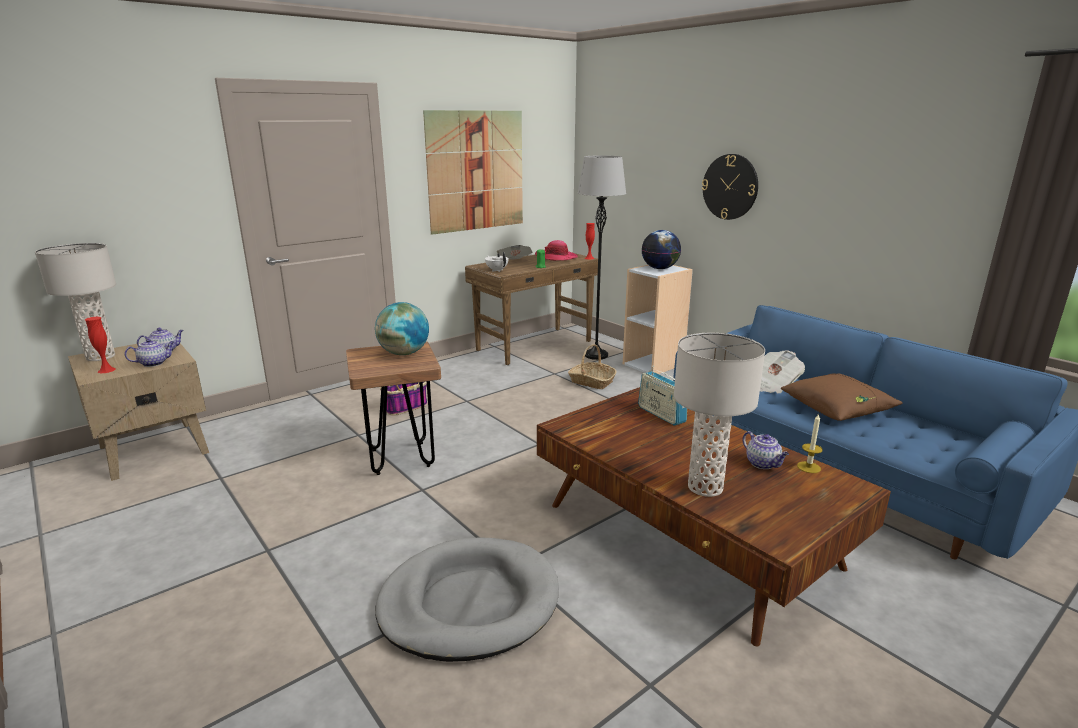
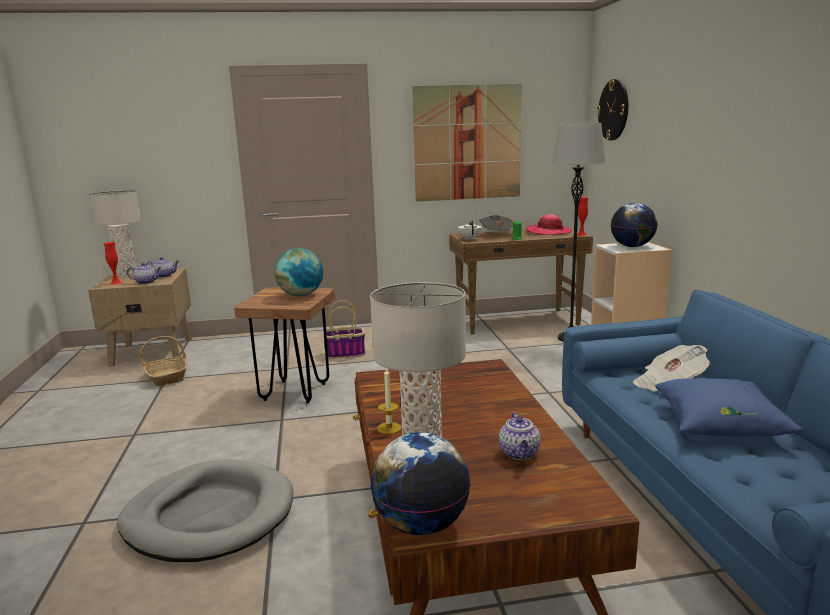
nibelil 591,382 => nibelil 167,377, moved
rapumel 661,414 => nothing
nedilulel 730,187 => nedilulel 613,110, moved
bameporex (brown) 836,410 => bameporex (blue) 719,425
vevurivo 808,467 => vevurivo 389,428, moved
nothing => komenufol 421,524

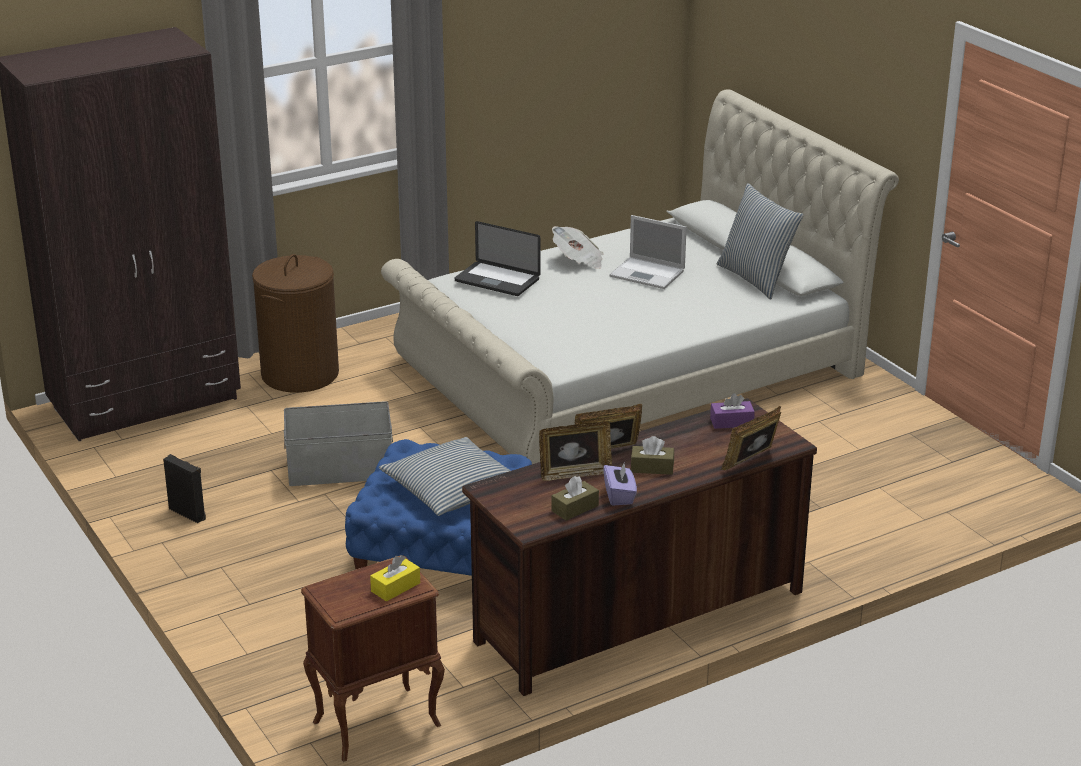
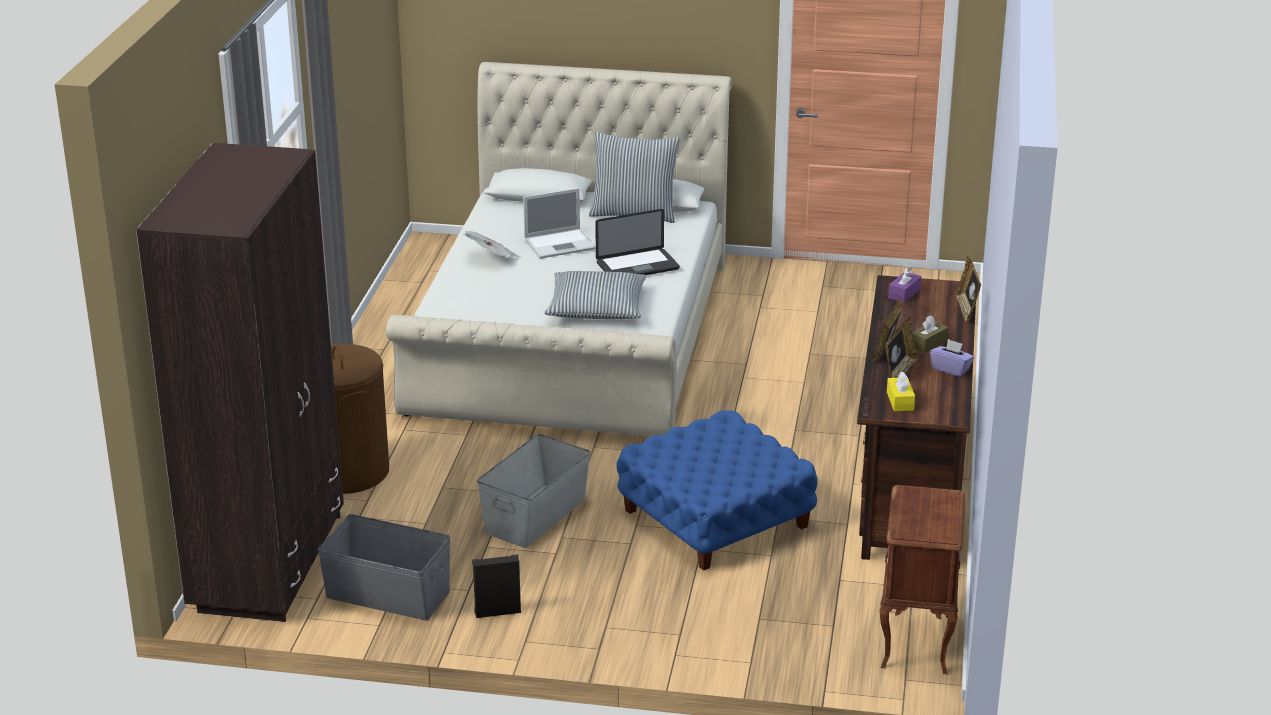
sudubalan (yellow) 395,587 => sudubalan (yellow) 900,401, moved
bameporex 453,489 => bameporex 596,308, moved
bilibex 497,280 => bilibex 637,266, moved
sudubalan (brown) 575,508 => nothing
nothing => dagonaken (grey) 387,594

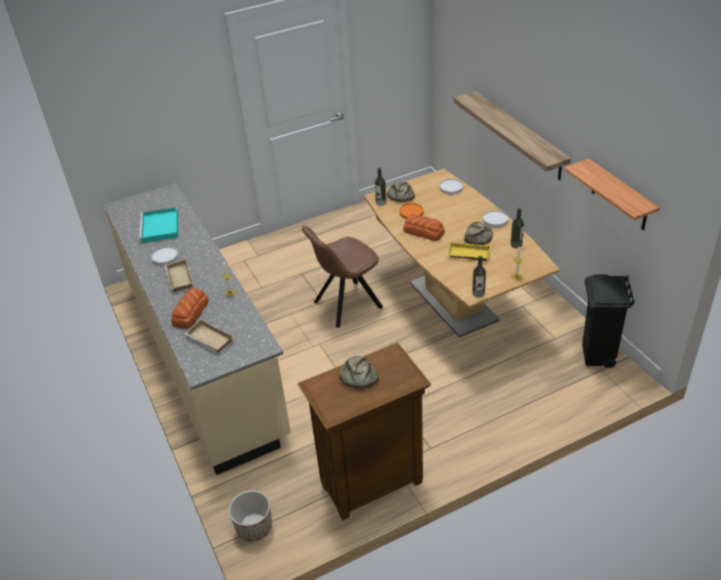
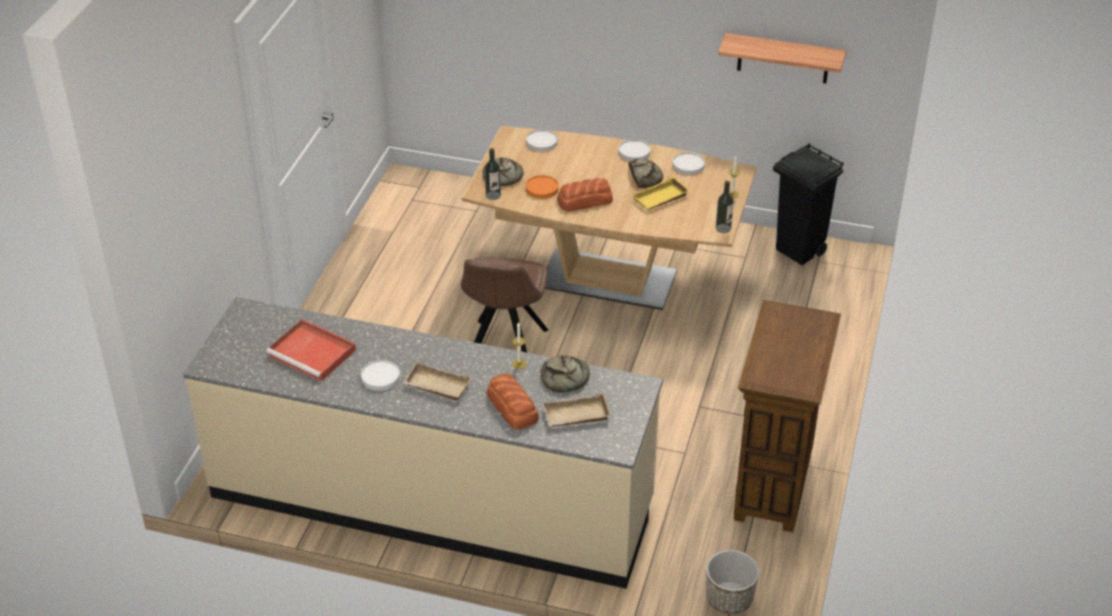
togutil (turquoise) 160,227 => togutil (red) 313,353
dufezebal 358,377 => dufezebal 565,379, moved
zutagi 519,135 => nothing
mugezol 516,244 => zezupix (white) 688,165

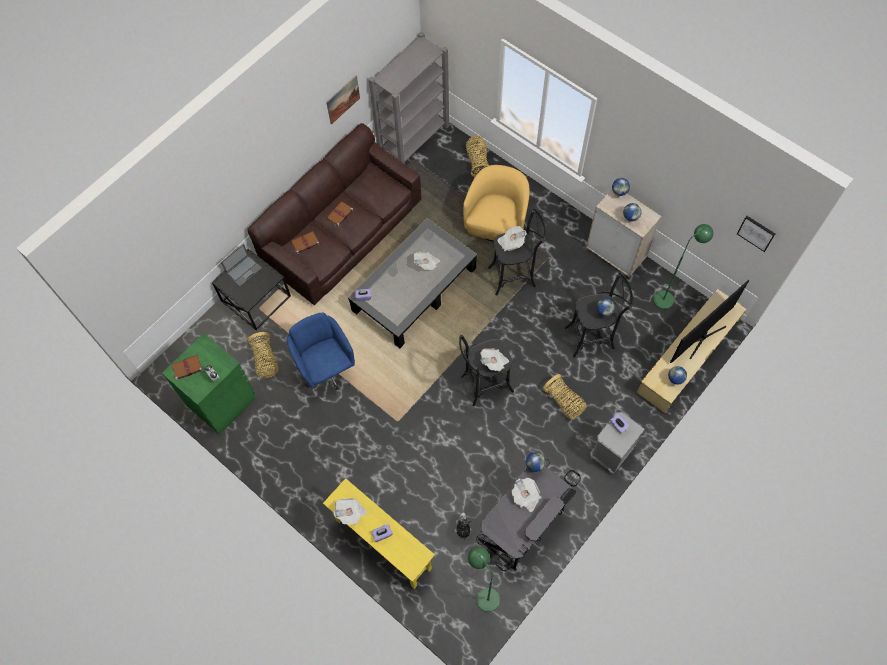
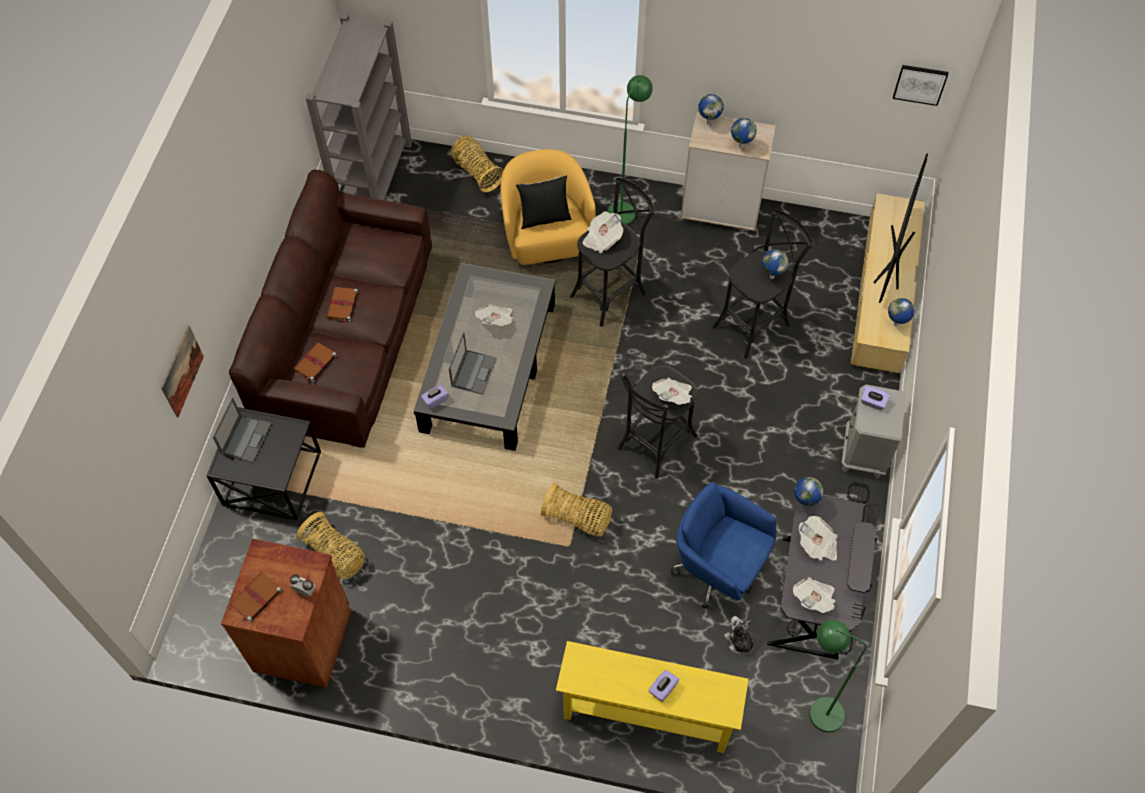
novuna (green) 221,401 => novuna (brown) 301,640
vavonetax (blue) 327,370 => vavonetax (blue) 717,572, moved
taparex 343,99 => taparex 182,371, moved
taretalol 351,513 => taretalol 814,599, moved
nibelil 564,402 => nibelil 578,518, moved
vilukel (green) 668,297 => vilukel (green) 625,208, moved
nothing => bilibex 473,371
nothing => bameporex (black) 544,217

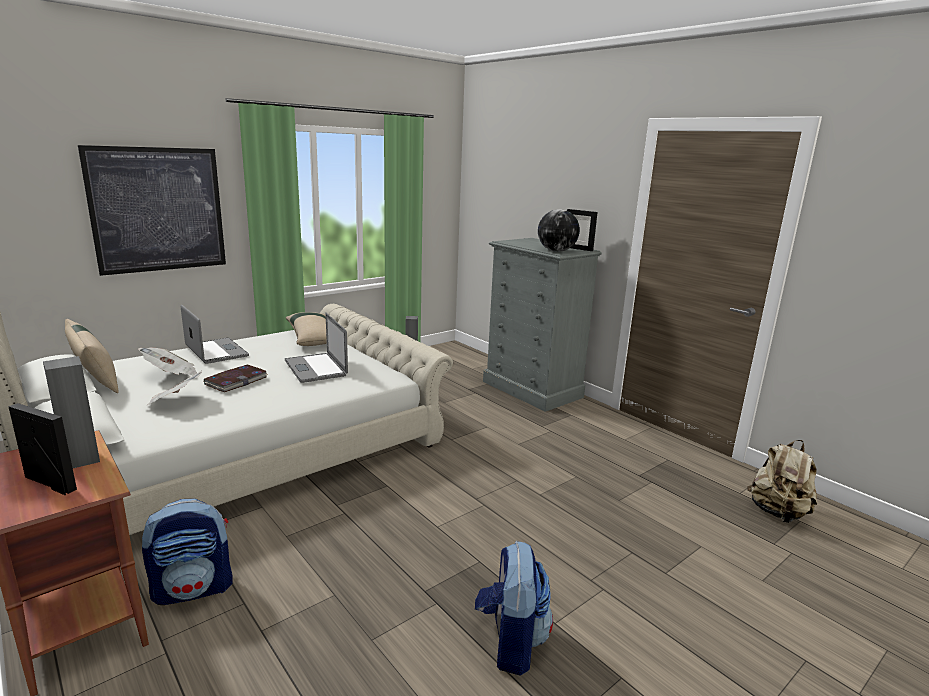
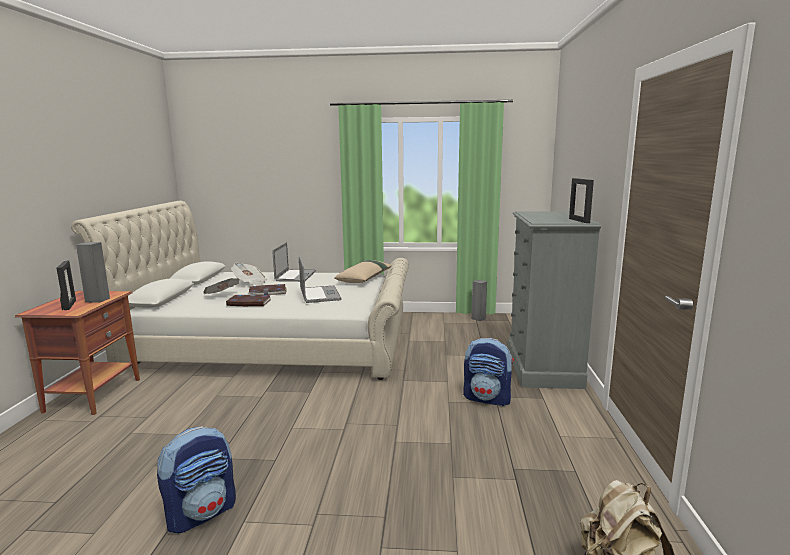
bameporex (beige) 95,378 => nothing
taparex 158,210 => nothing
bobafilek 194,588 => bobafilek 487,398, moved
bilibex 315,368 => bilibex 320,294, 150 degrees clockwise
komenufol 556,251 => nothing
nothing => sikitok 248,303

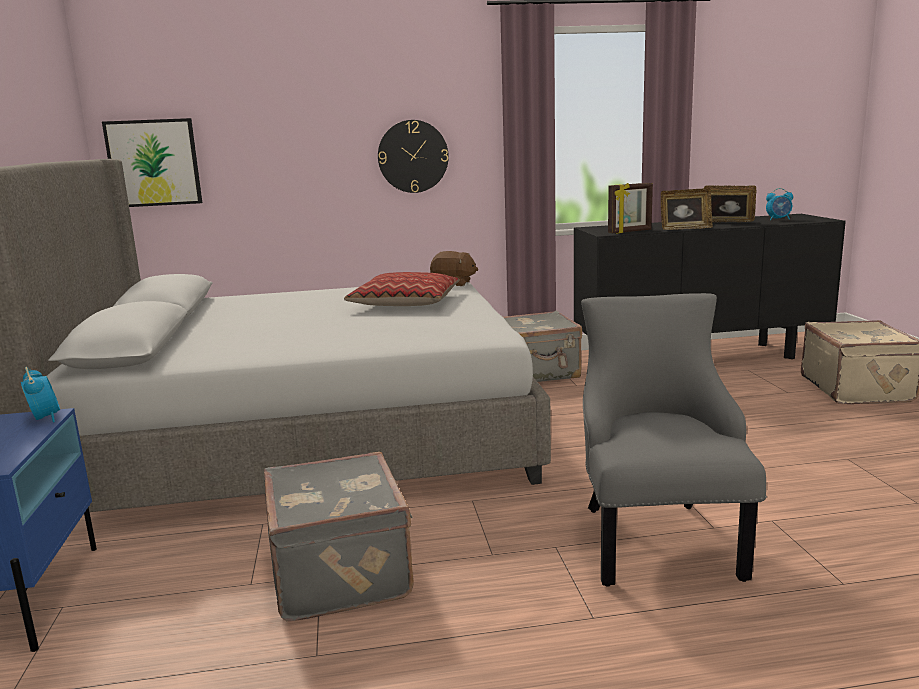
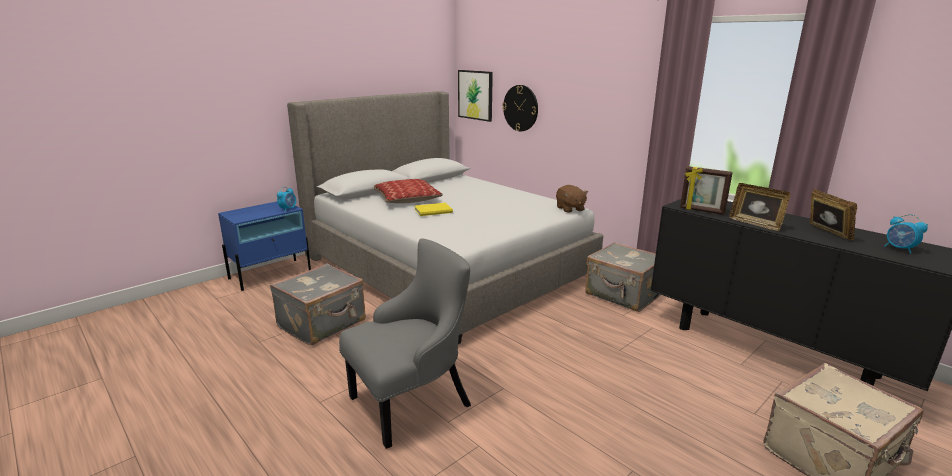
bameporex 405,303 => bameporex 407,199, moved
nedilulel 413,156 => nedilulel 520,108, moved
nothing => sikitok (yellow) 432,210

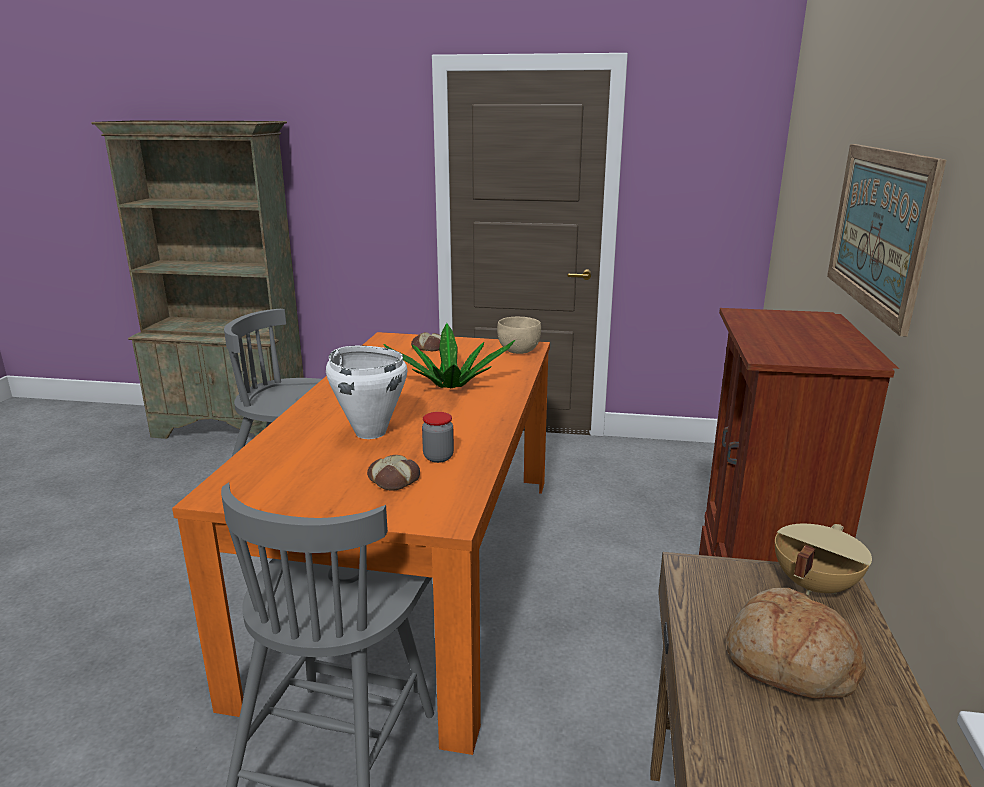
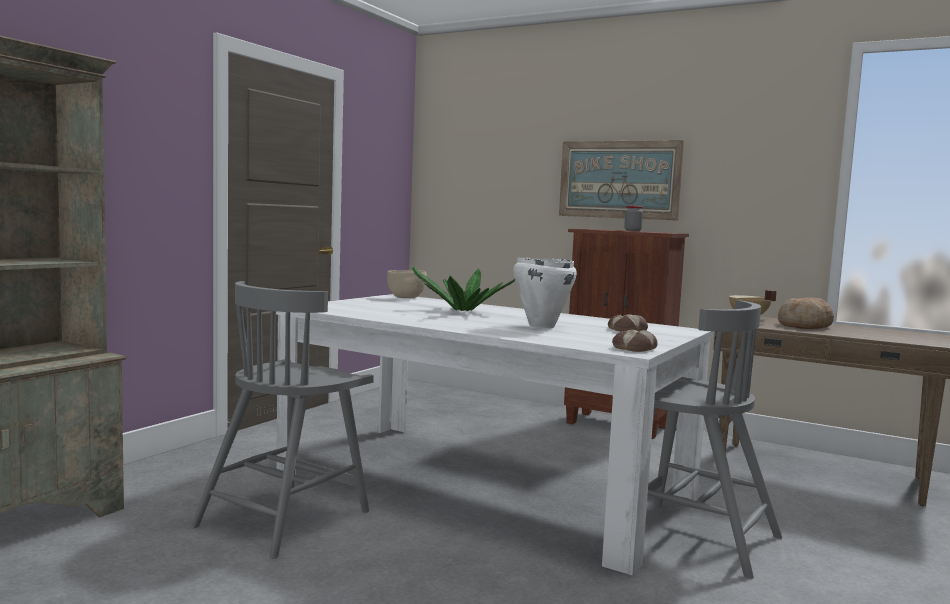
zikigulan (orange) 417,571 => zikigulan (white) 482,484
dufezebal 429,347 => dufezebal 633,348, moved
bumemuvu 438,457 => bumemuvu 632,231, moved

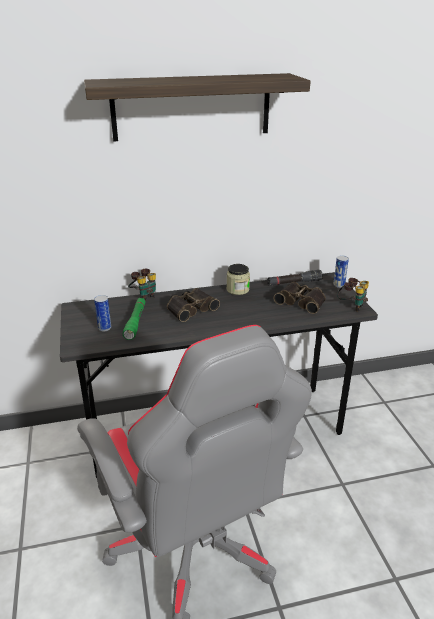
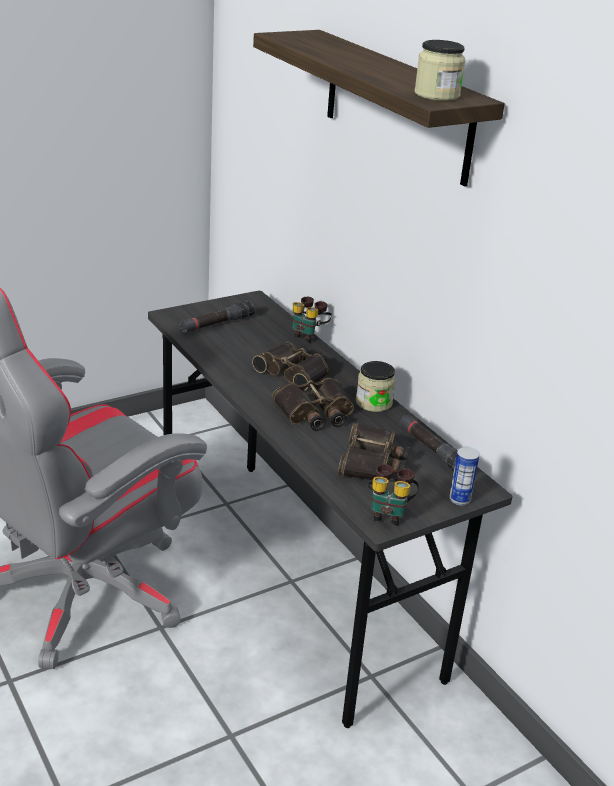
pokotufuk 104,328 => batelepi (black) 217,324
batelepi (green) 135,322 => nothing
nothing => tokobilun 315,413
nothing => bumemuvu 437,95

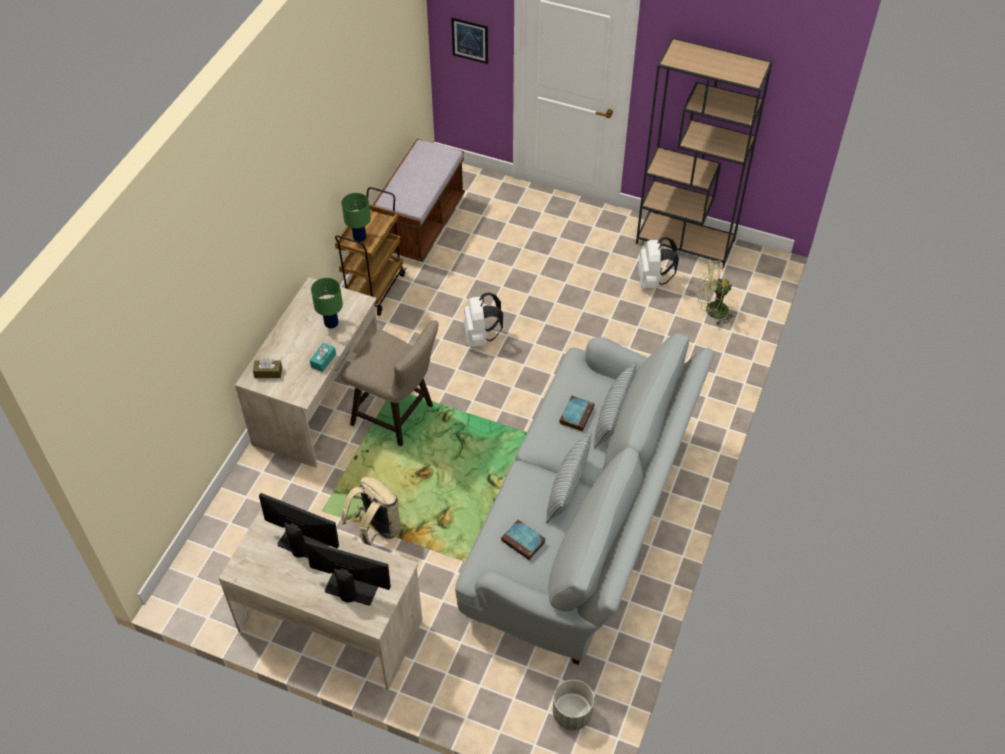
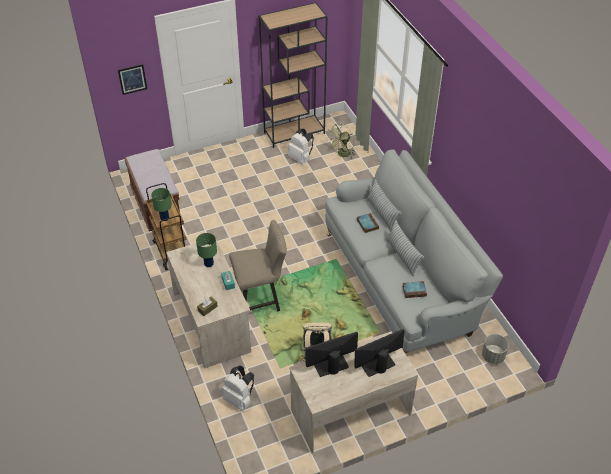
bobafilek (white) 481,337 => bobafilek (white) 239,399, moved

